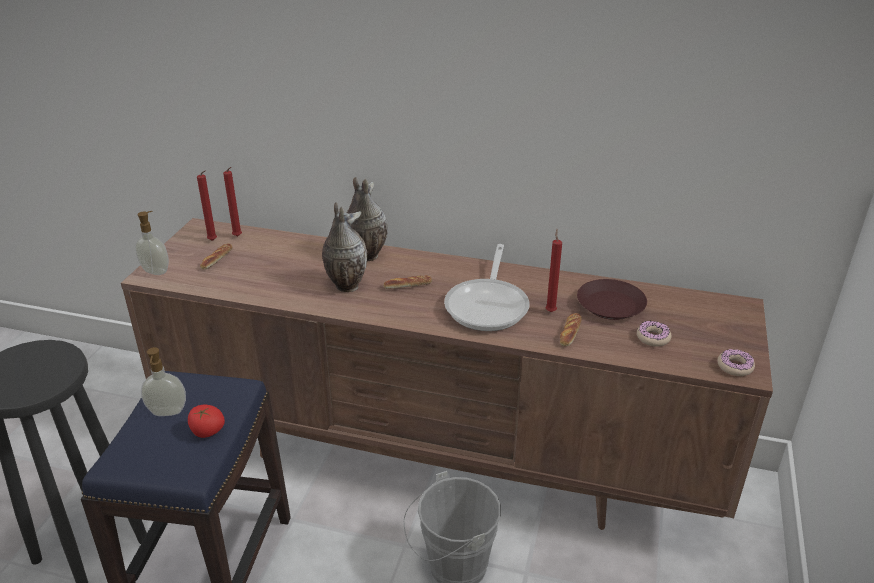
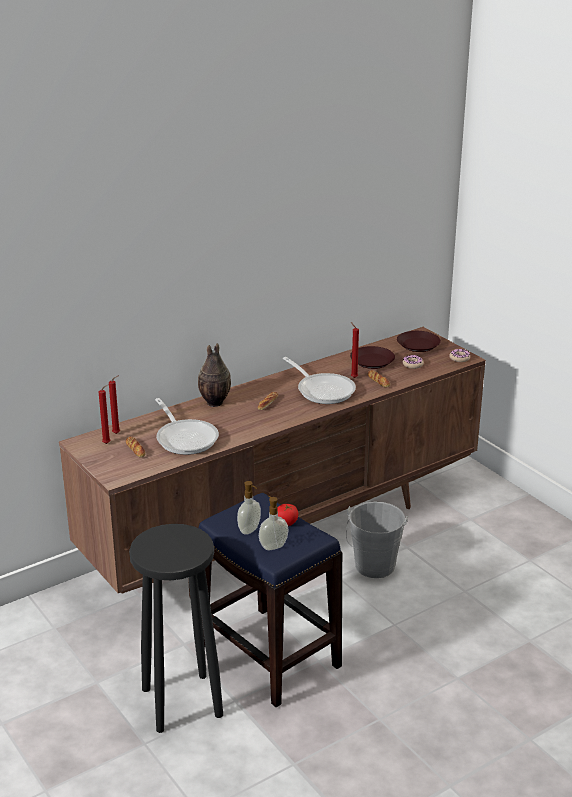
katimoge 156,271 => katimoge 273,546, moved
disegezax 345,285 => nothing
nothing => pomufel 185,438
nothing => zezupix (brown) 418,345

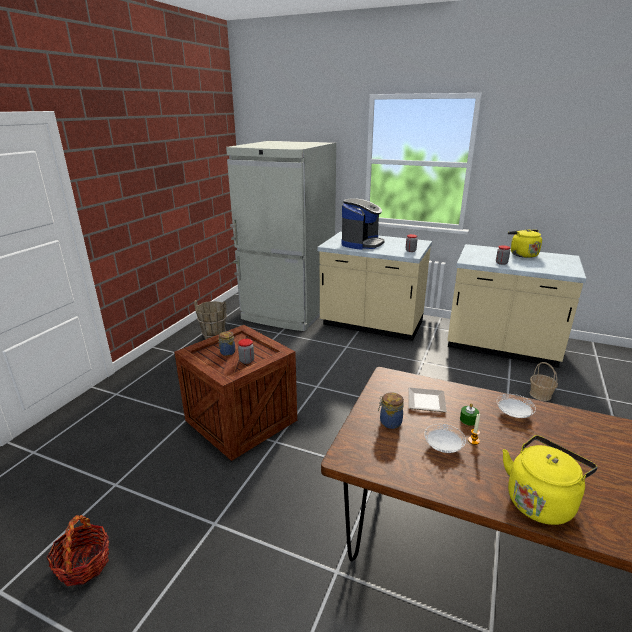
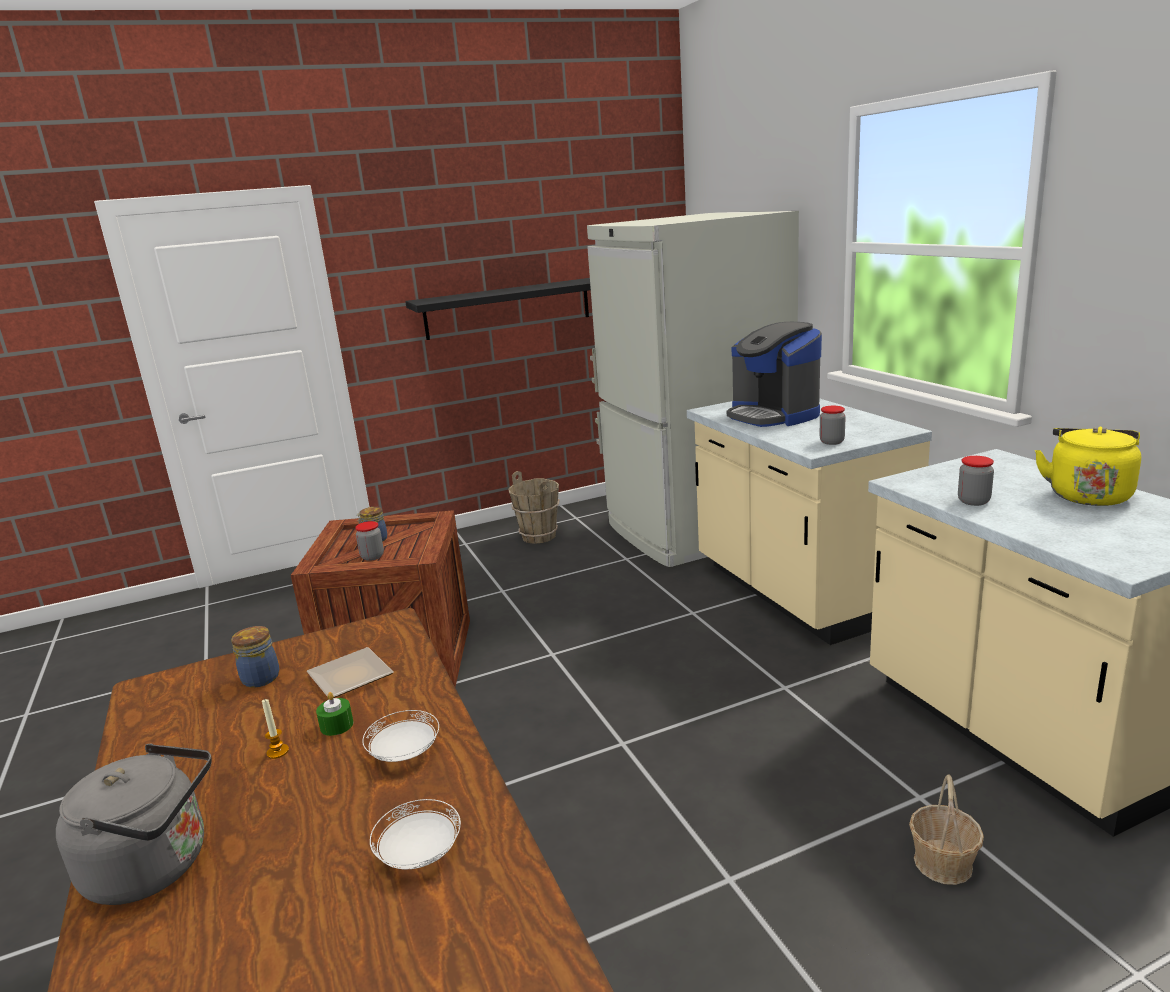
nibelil 84,564 => nothing
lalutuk 362,243 => lalutuk 773,415, 75 degrees clockwise
zezupix (white) 443,447 => zezupix (white) 419,854, moved
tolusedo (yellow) 540,500 => tolusedo (grey) 156,866
nothing => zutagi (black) 508,308

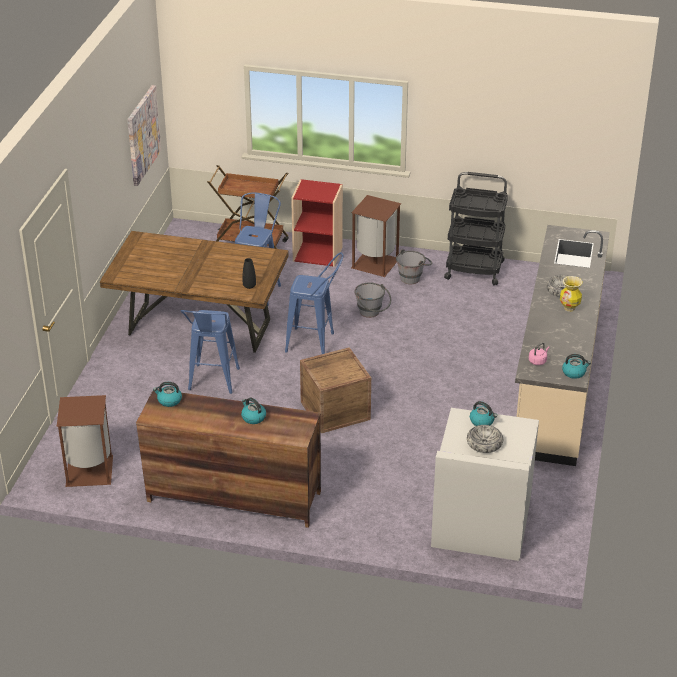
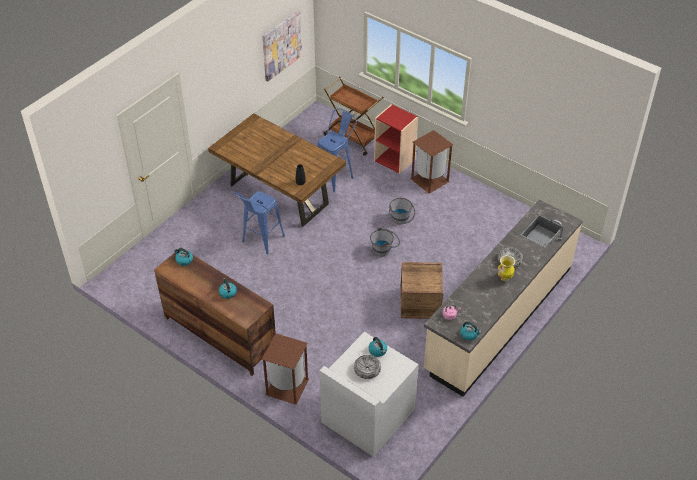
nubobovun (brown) 88,471 => nubobovun (brown) 286,387, moved
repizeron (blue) 315,344 => nothing
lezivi 335,410 => lezivi 420,303, moved
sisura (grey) 413,277 => sisura (grey) 384,250, moved
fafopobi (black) 473,270 => nothing

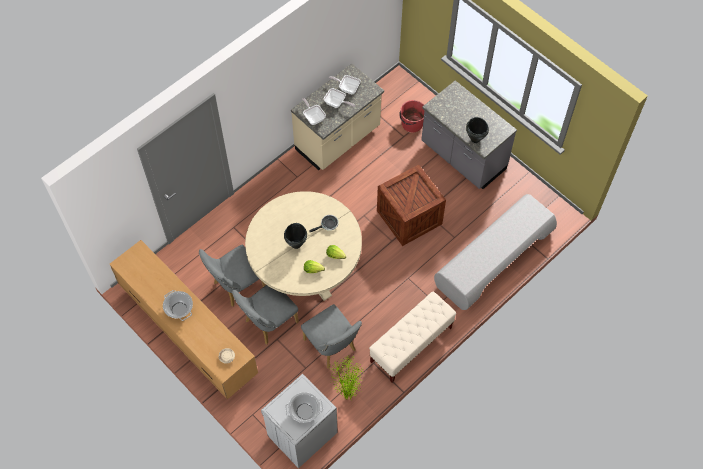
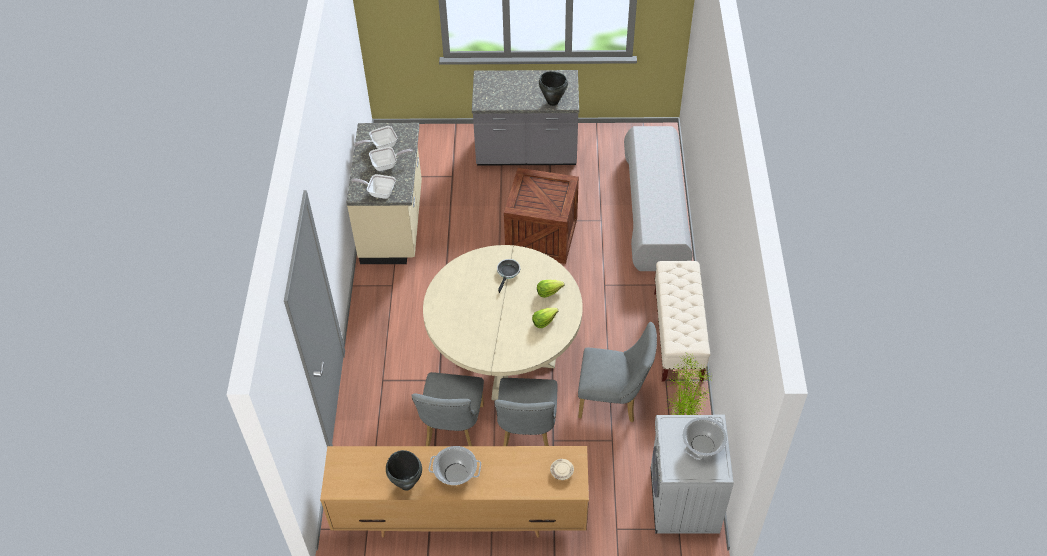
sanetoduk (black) 296,244 => sanetoduk (black) 407,483, moved
sisura (red) 411,124 => nothing

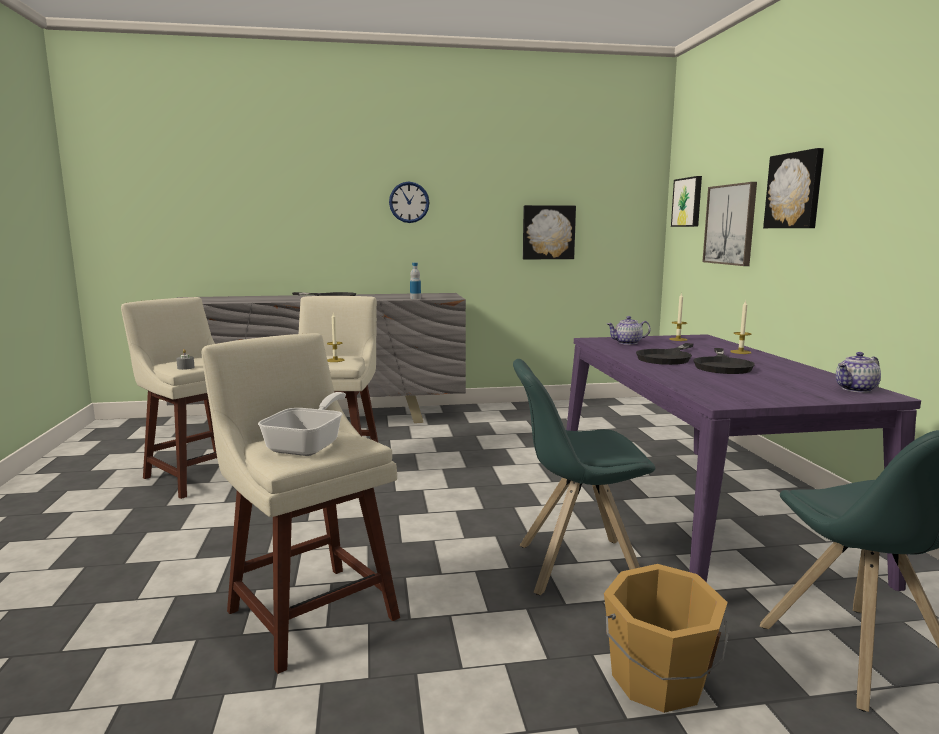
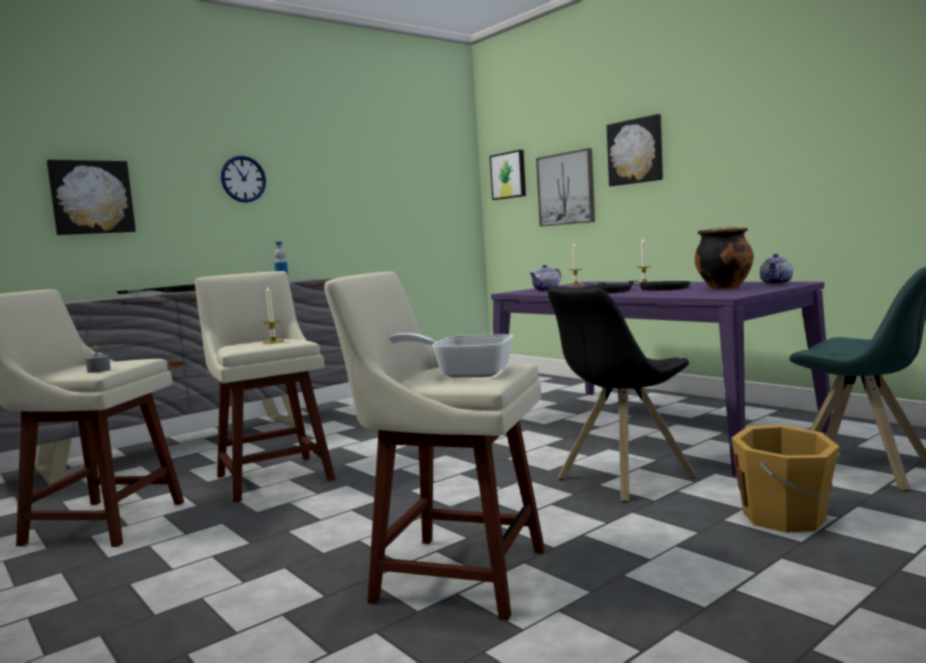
pomufel 309,445 => pomufel 464,373, 60 degrees counterclockwise
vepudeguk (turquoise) 577,566 => vepudeguk (black) 623,477
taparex 548,232 => taparex 91,197, moved
nothing => sanetoduk 724,288

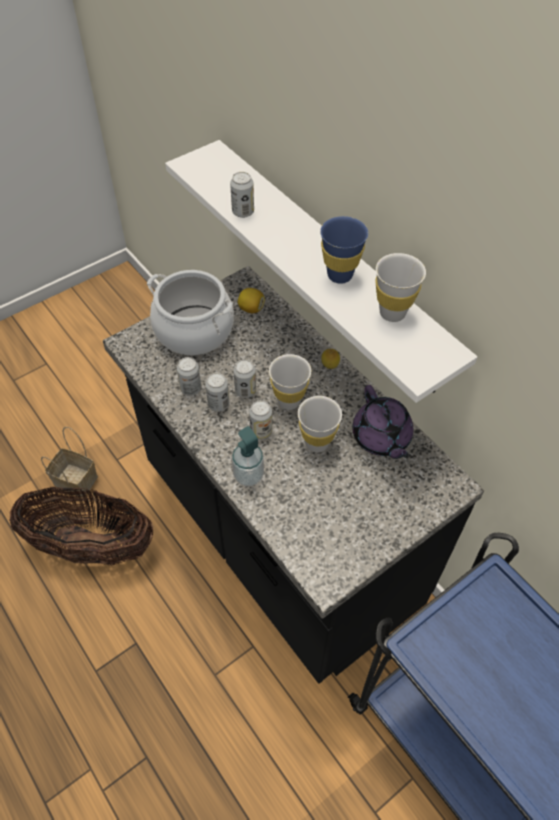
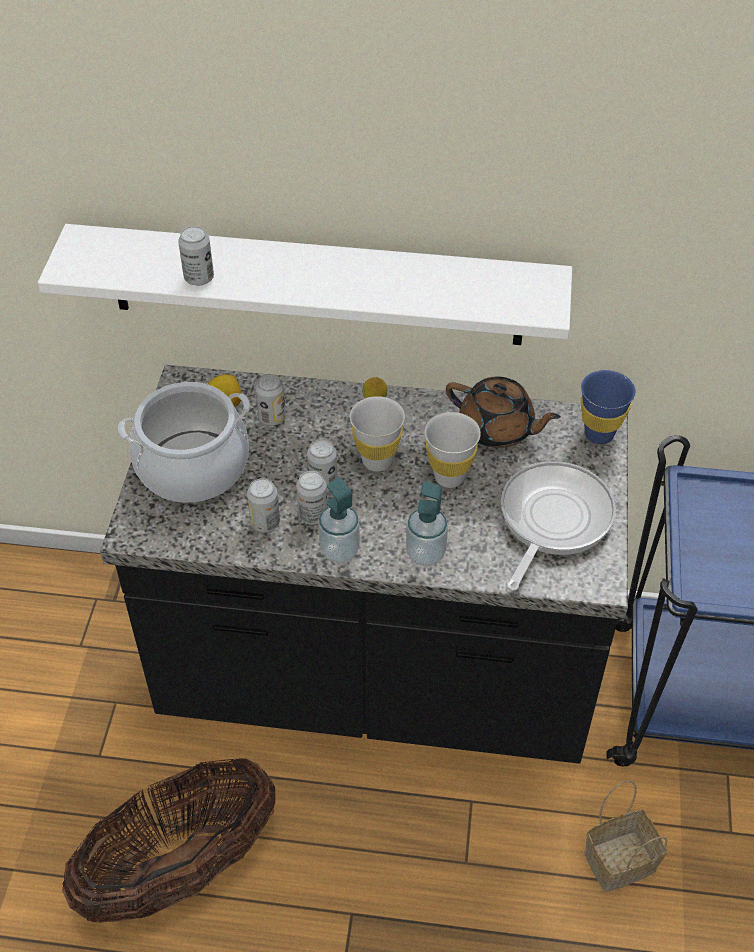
nibelil 74,480 => nibelil 618,863, moved
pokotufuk 261,431 => pokotufuk 272,417, moved
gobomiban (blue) 339,275 => gobomiban (blue) 599,434, moved
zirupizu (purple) 381,437 => zirupizu (brown) 497,429
gobomiban (white) 392,313 => nothing
nothing => katimoge 339,550
nothing => pomufel 552,520

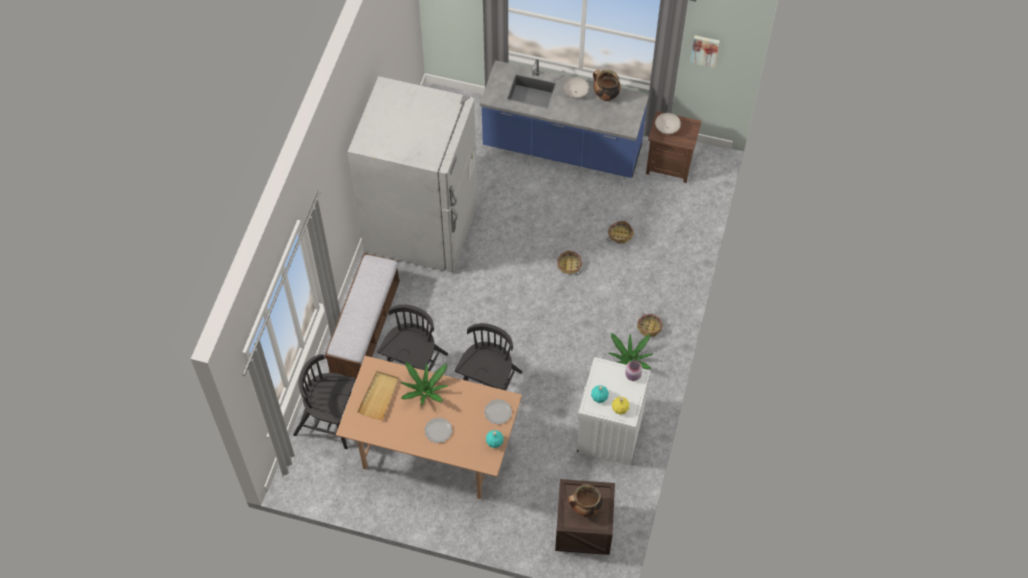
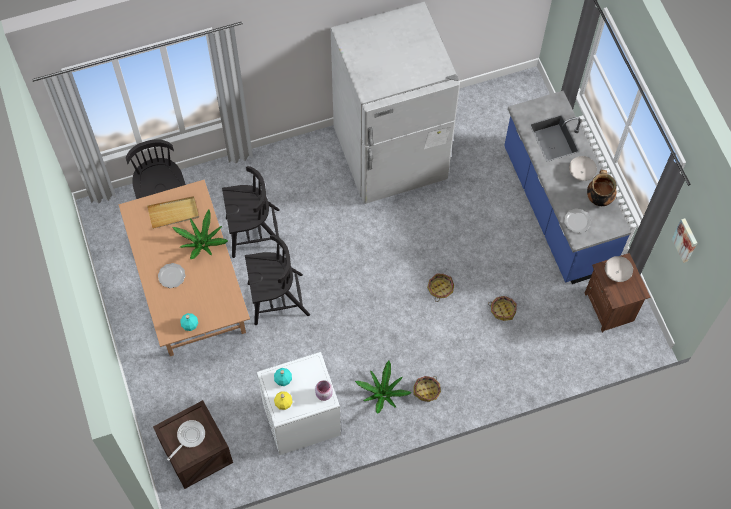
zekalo 365,328 => nothing
zezupix 497,412 => zezupix 577,221, moved
sanetoduk 585,508 => pomufel 189,437

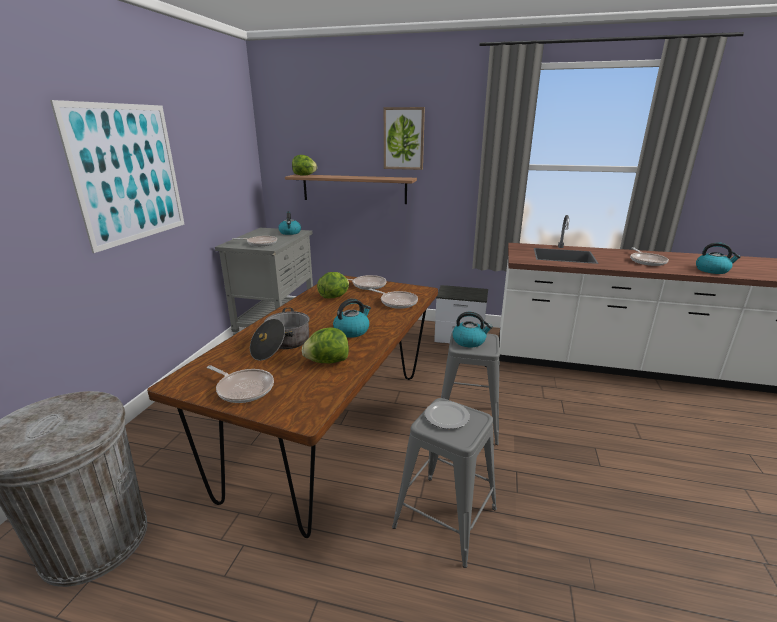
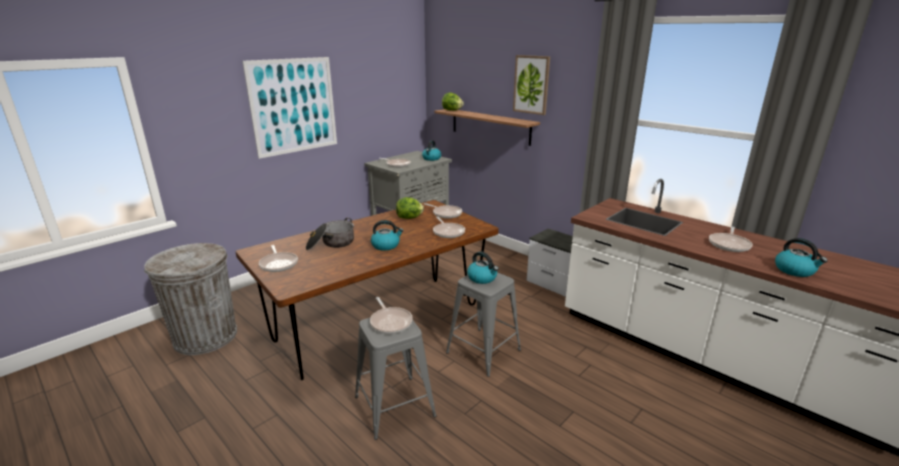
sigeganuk 327,362 => nothing
zezupix 446,416 => pomufel 390,322

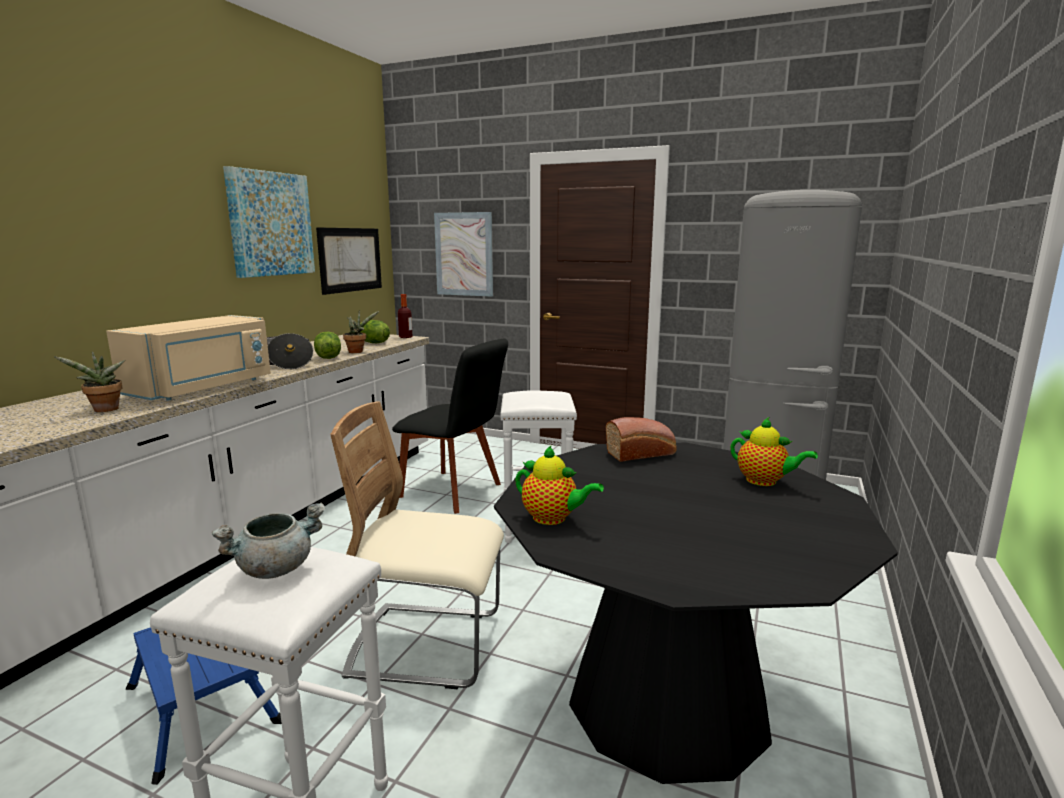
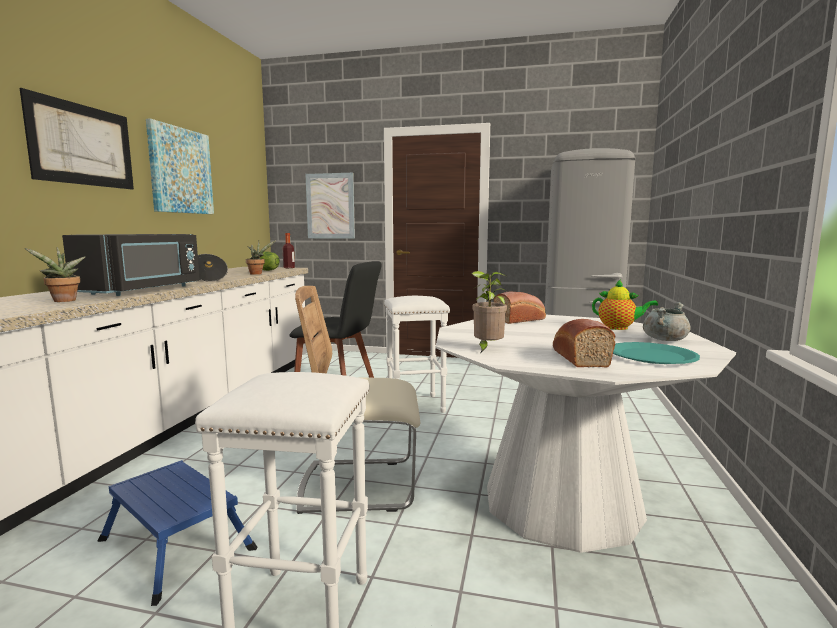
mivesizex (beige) 204,388 => mivesizex (black) 144,290
sanetoduk (grey) 275,568 => sanetoduk (grey) 664,339, moved
sigeganuk 328,357 => nothing
taparex 350,259 => taparex 82,145, moved
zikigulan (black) 667,700 => zikigulan (white) 561,502
zirupizu 553,518 => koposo 487,349
nothing => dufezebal 578,357
nothing => zezupix (turquoise) 652,356

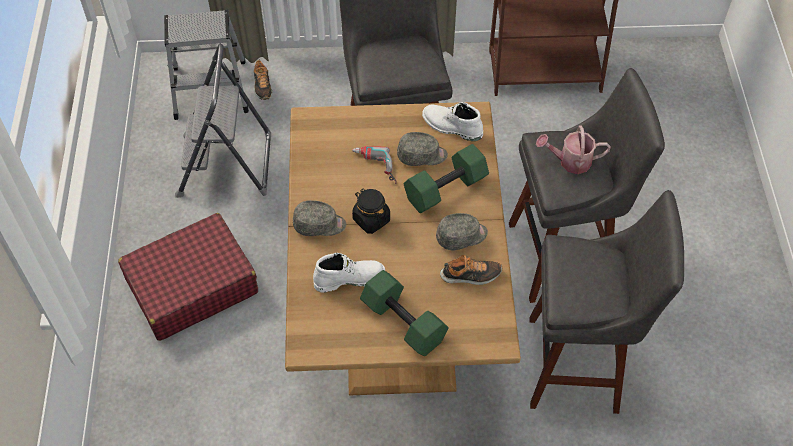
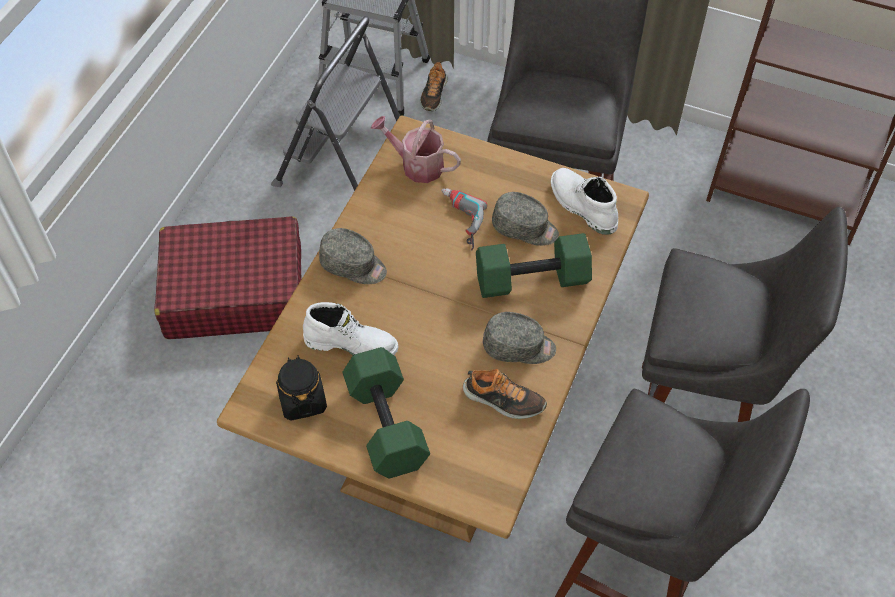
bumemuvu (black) 371,219 => bumemuvu (black) 302,400, moved
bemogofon 570,161 => bemogofon 417,165, moved

